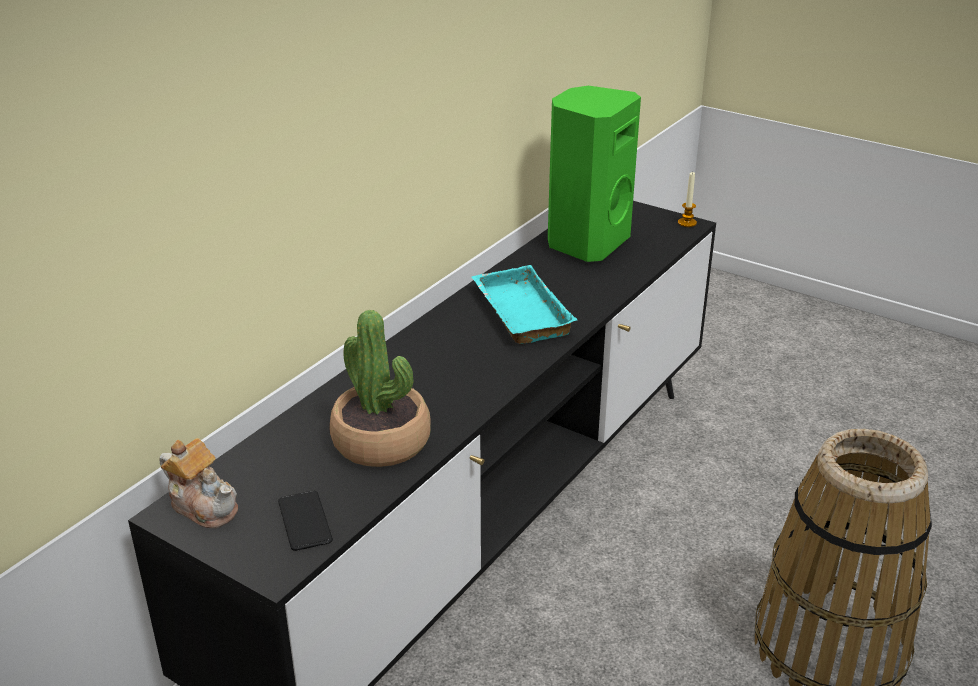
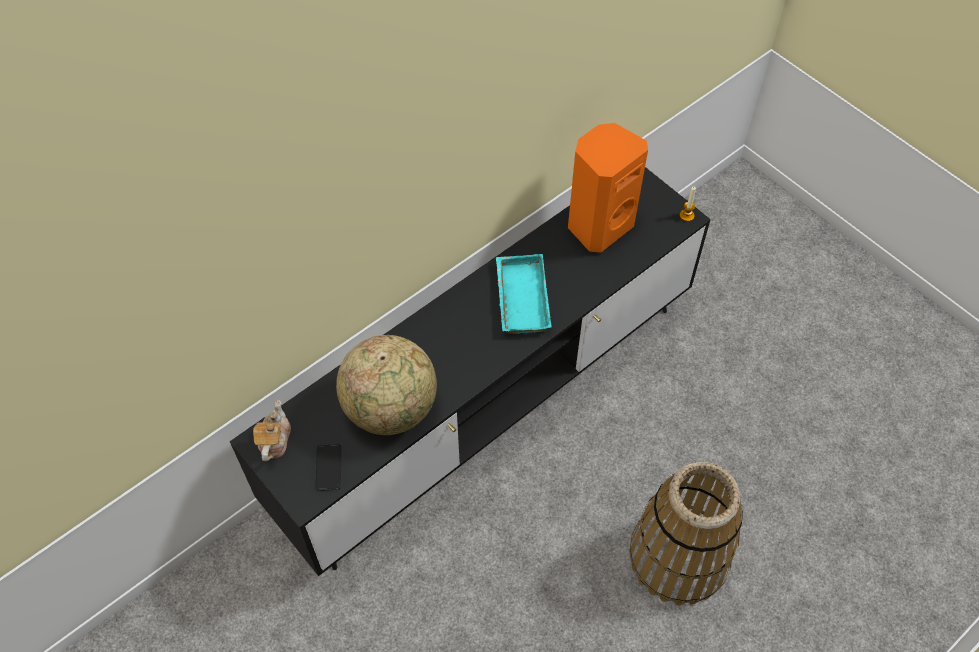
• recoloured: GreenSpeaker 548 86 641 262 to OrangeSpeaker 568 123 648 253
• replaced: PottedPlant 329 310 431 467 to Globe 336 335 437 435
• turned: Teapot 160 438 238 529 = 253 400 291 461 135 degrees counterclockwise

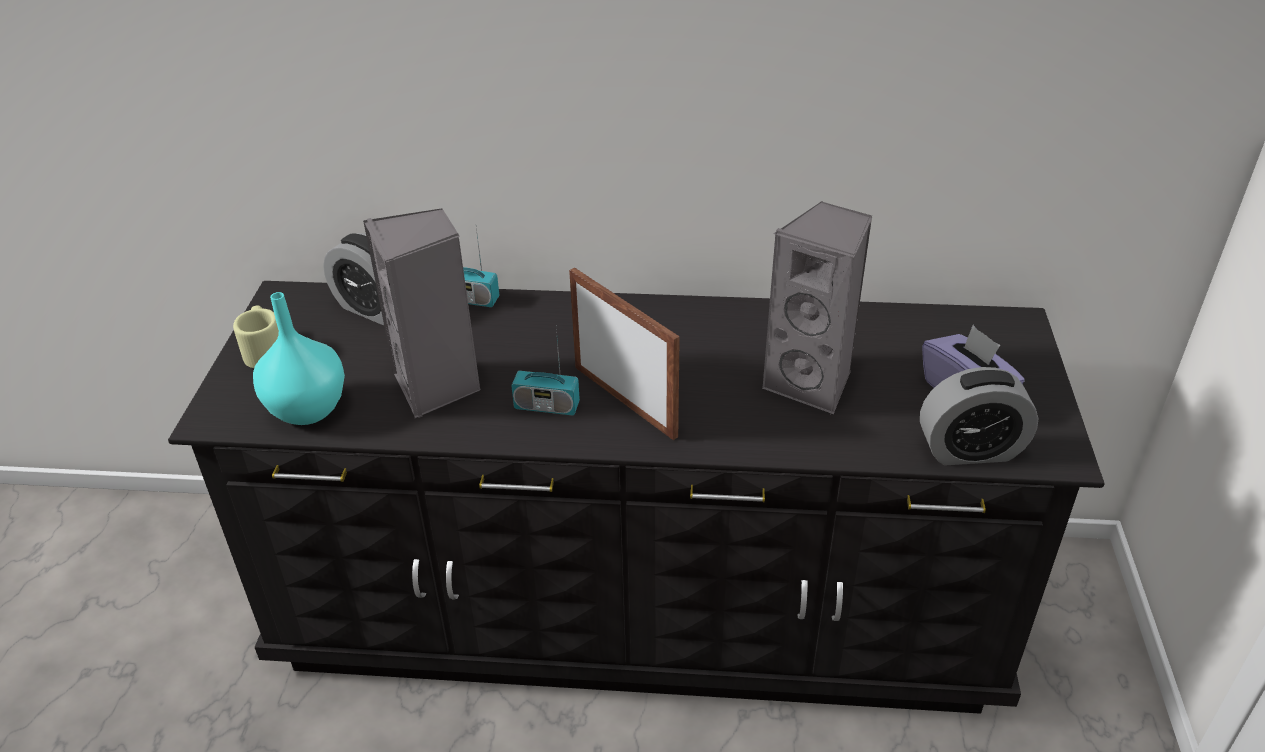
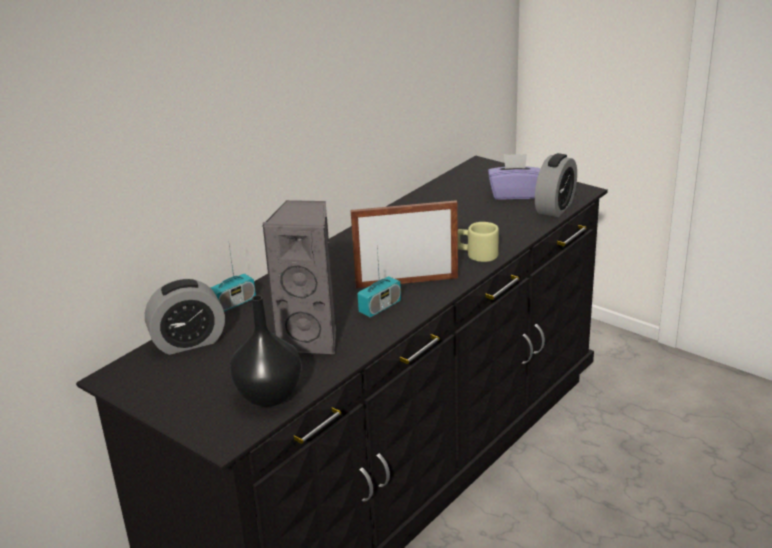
• removed: GreySpeaker 762 201 872 414
• recoloured: TurquoiseVase 253 292 345 425 to BlackVase 230 295 302 407
• moved: BeigeMug 233 305 279 368 to 458 222 499 262

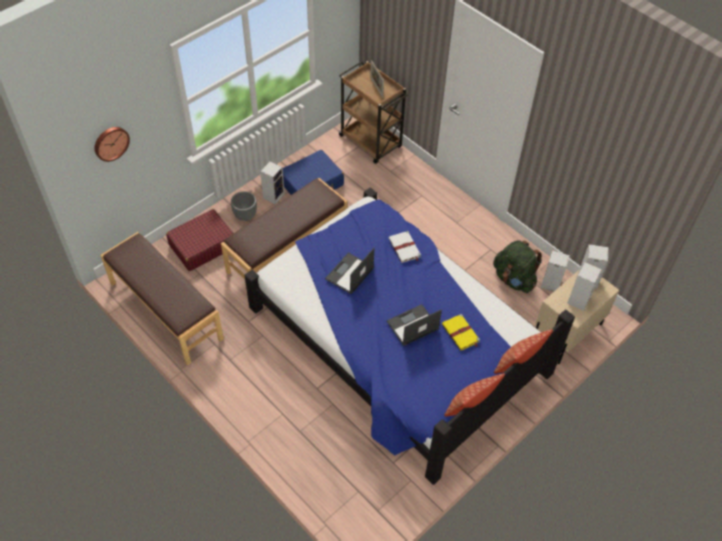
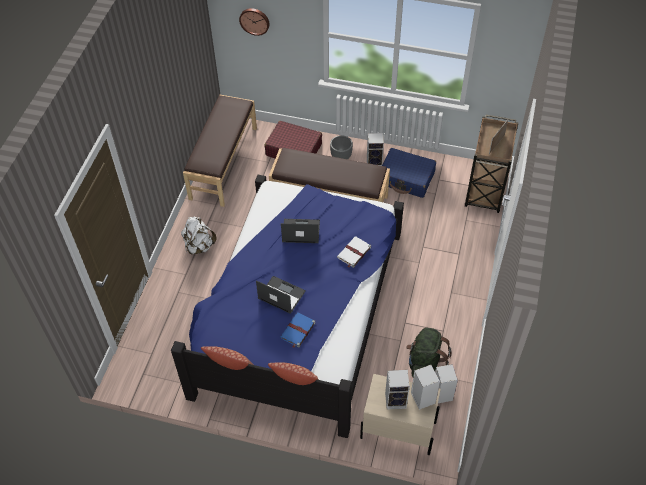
• recoloured: YellowBook 442 314 480 351 to BlueBook 280 312 315 348
• added: WhiteBackpack 181 216 216 254

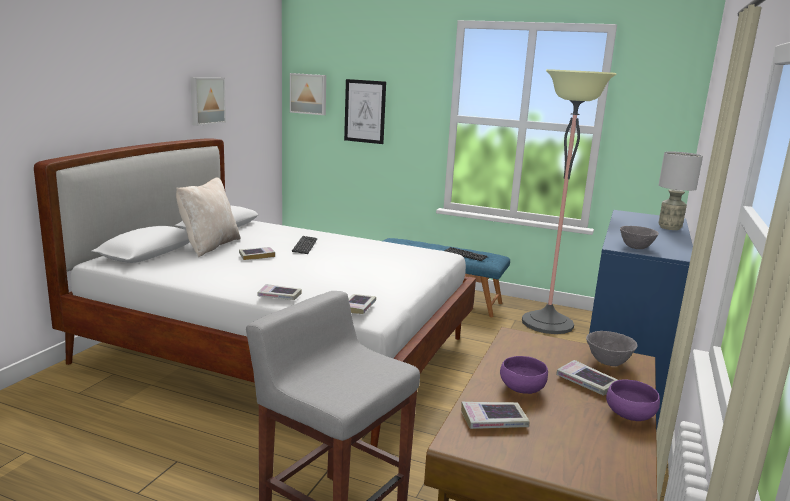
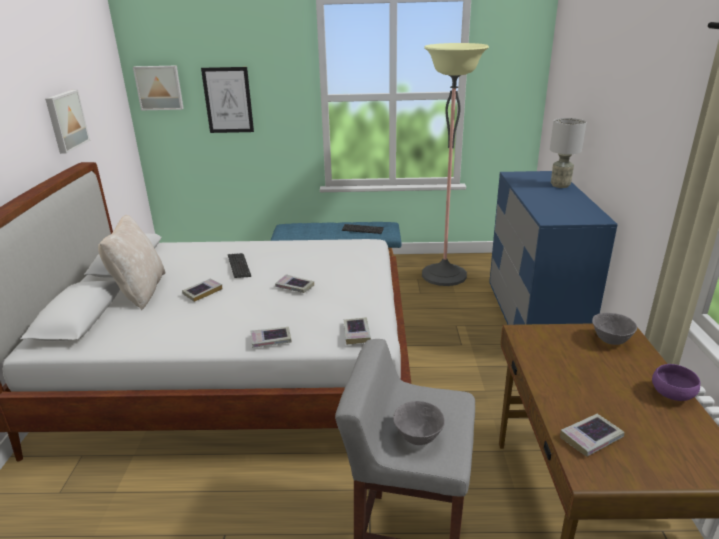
• moved: GreyBowl 620 226 659 249 to 393 401 445 445
• removed: PurpleBowl 500 356 548 394
• moved: Book 556 360 617 396 to 275 274 314 293

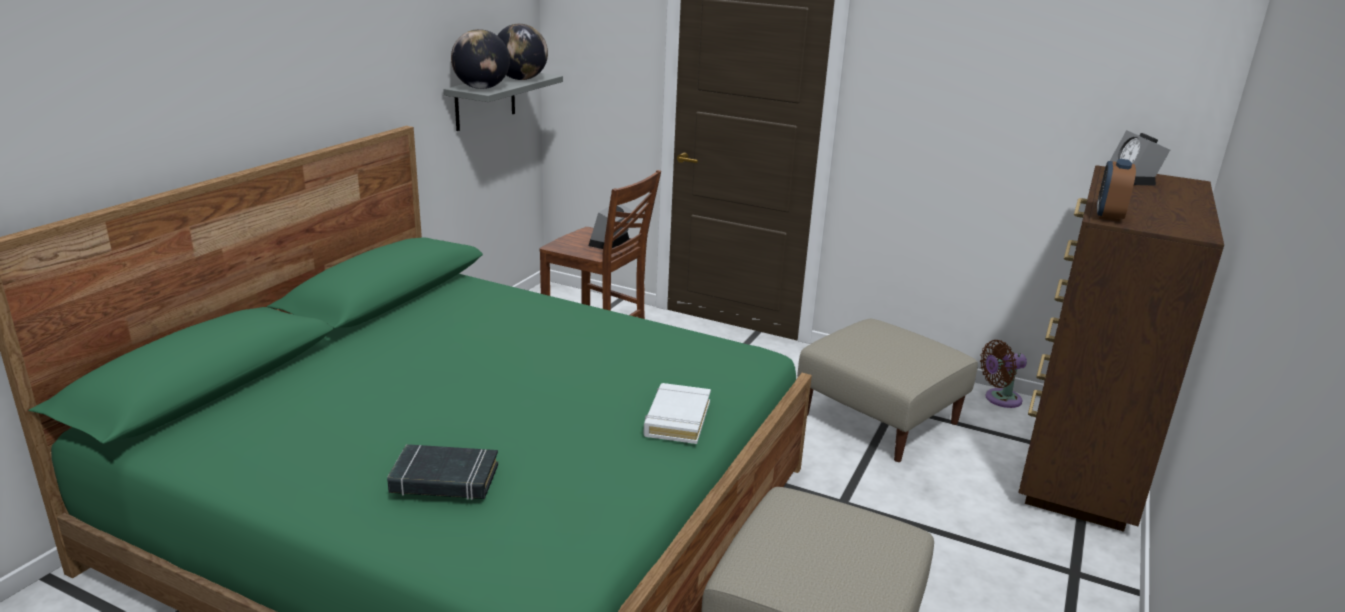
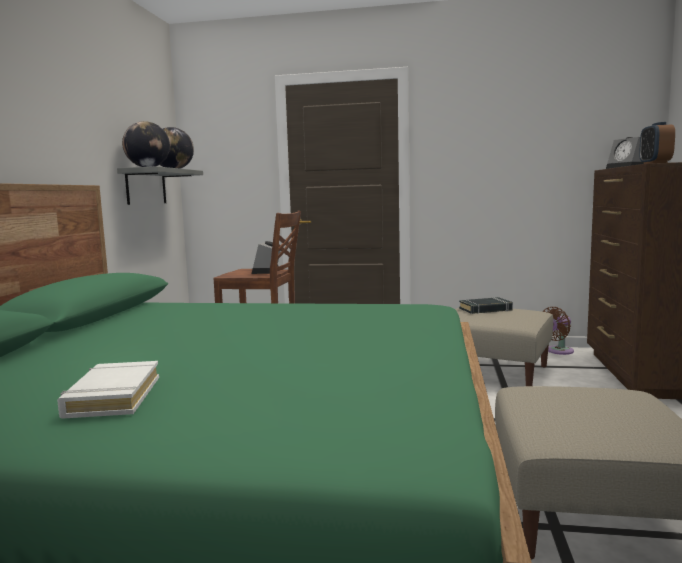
• moved: WhiteBook 643 383 711 444 to 57 361 159 419
• moved: BlackBook 387 444 498 500 to 459 297 513 314

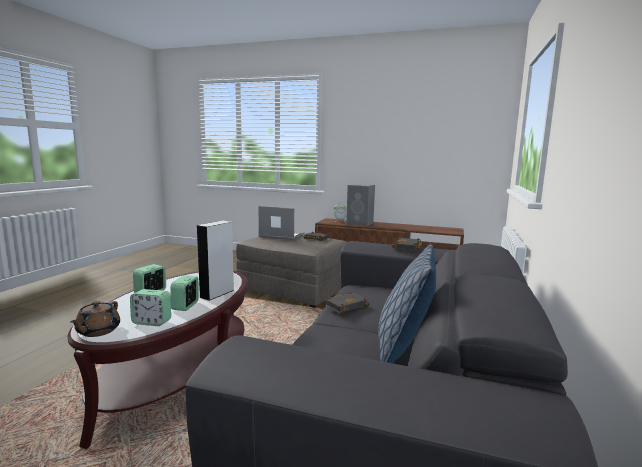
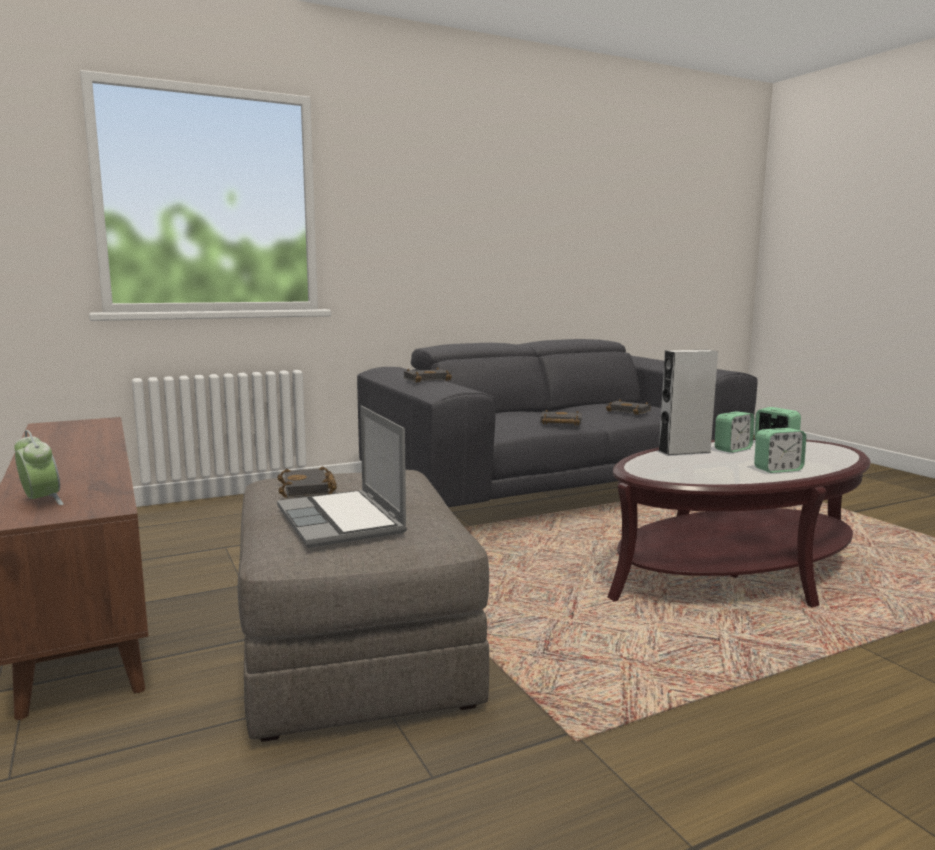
• removed: GreySpeaker 346 184 375 226
• removed: Pillow 378 244 436 363
• removed: BrownTeapot 70 301 120 337
• added: BlackBook 606 399 651 415

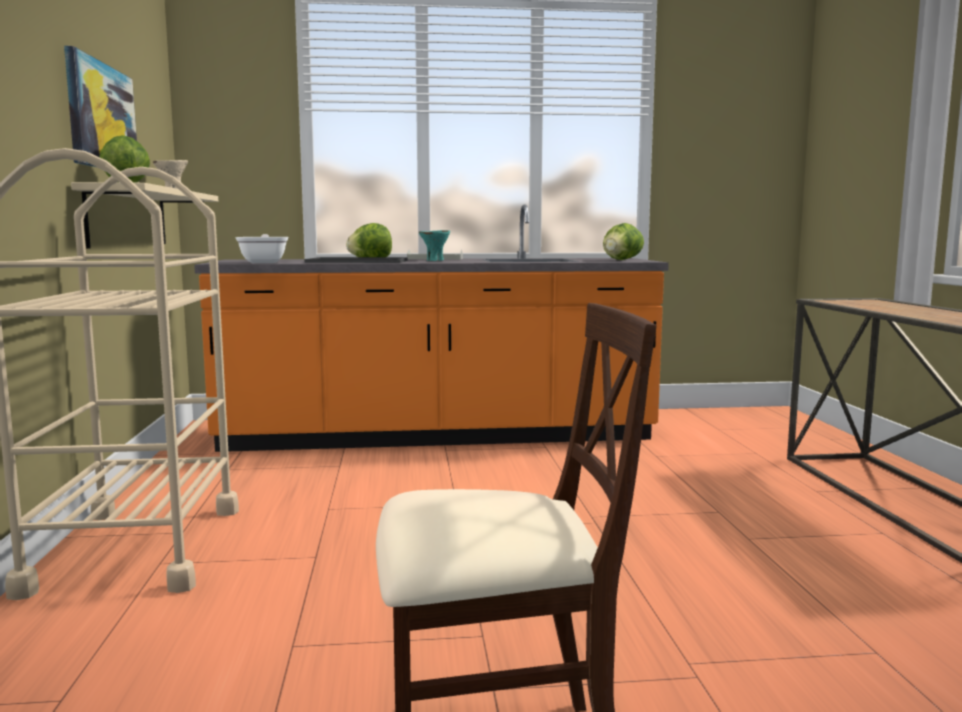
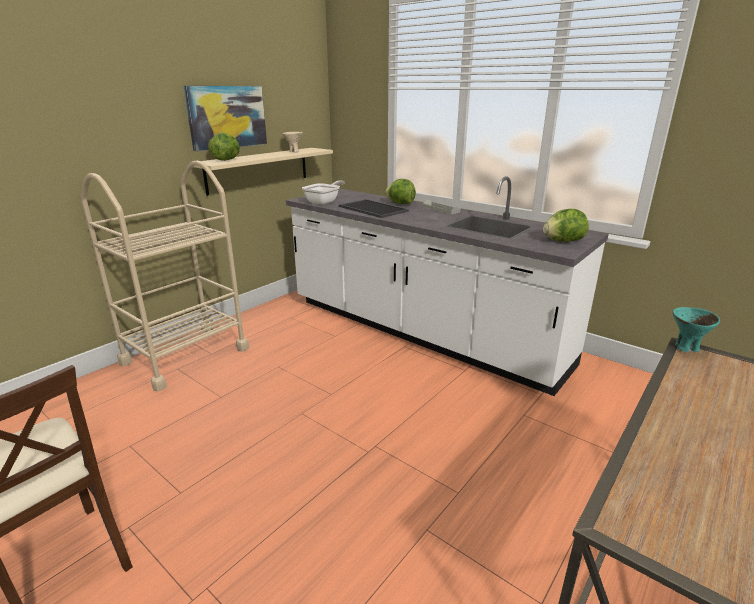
• recoloured: OrangeCounter 194 204 669 452 to WhiteCounter 286 176 609 396
• moved: TurquoiseBowl 419 230 450 261 to 673 307 720 352

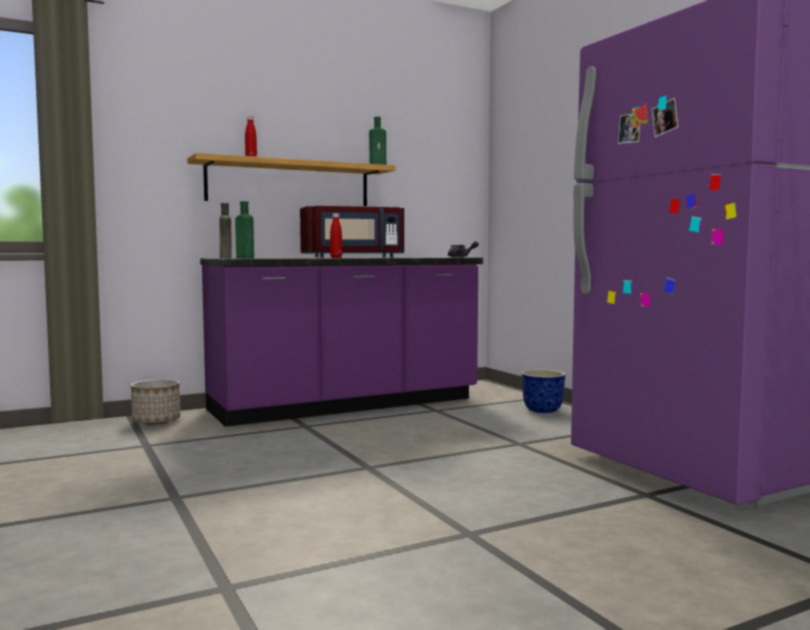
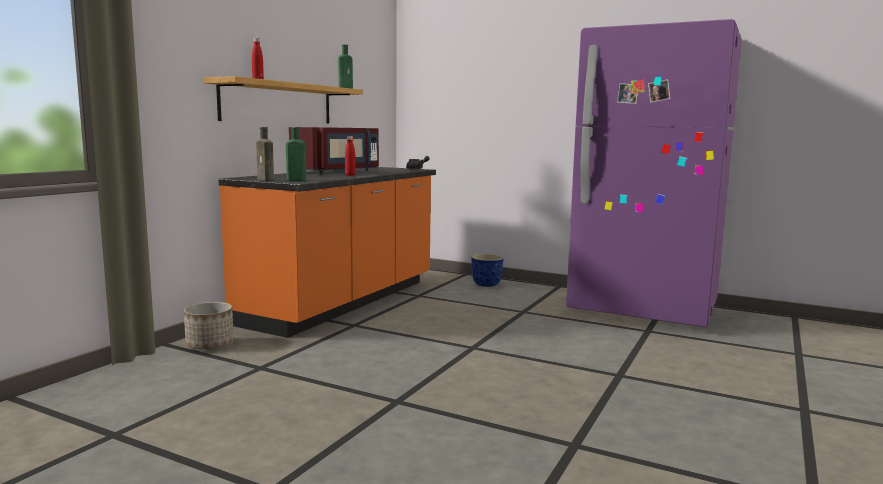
• recoloured: PurpleCounter 200 257 483 427 to OrangeCounter 218 167 436 338

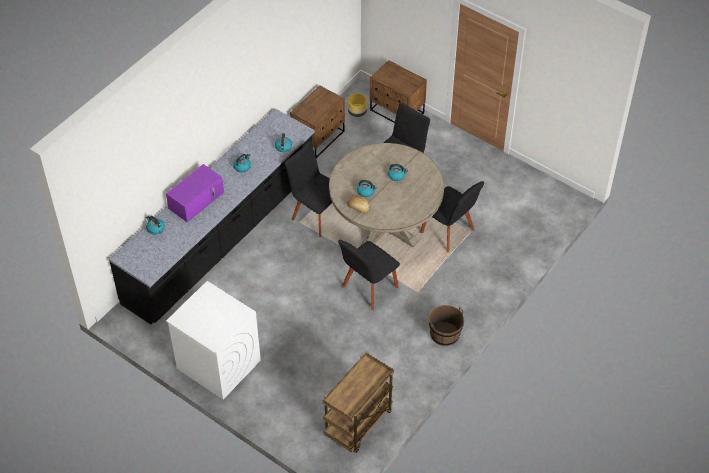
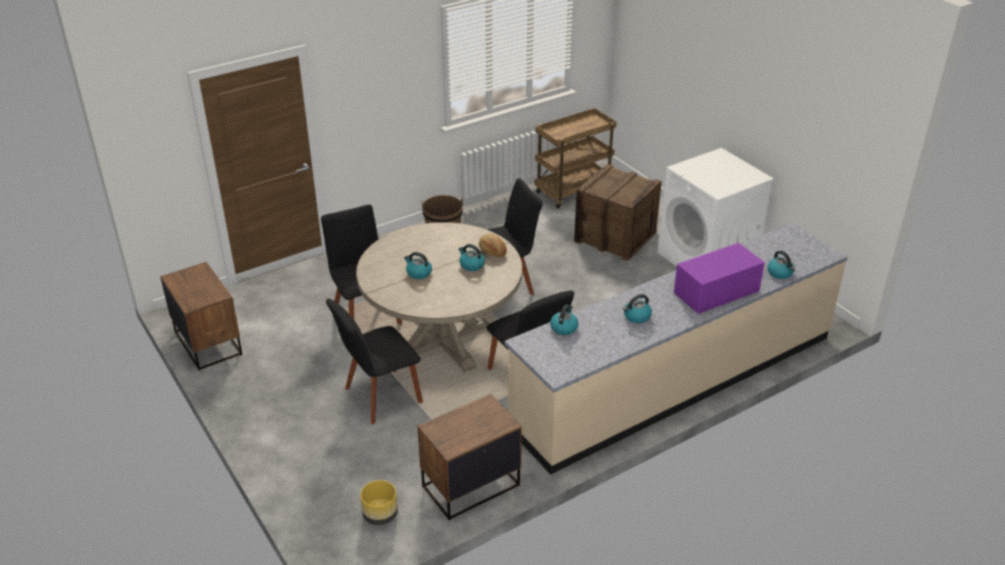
• moved: BrownNightstand 370 60 427 123 to 160 262 242 371
• recoloured: BlackCounter 109 108 315 325 to BeigeCounter 505 222 848 475
• added: Crate 574 164 662 261

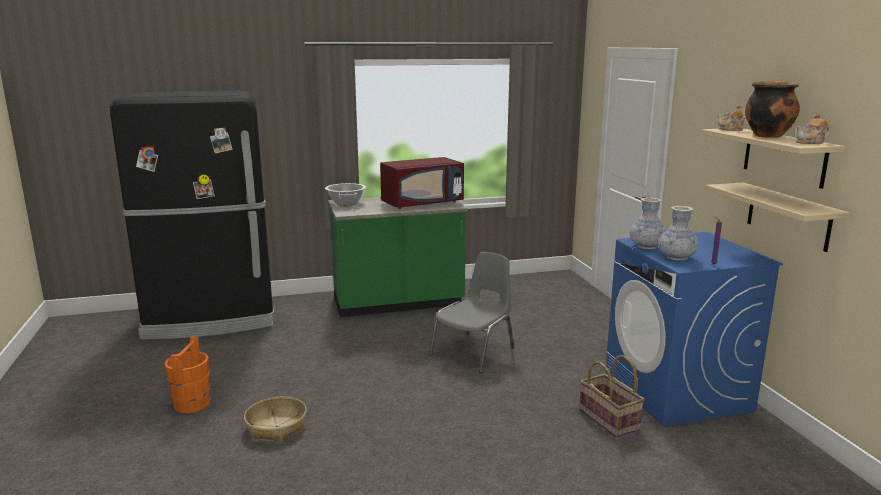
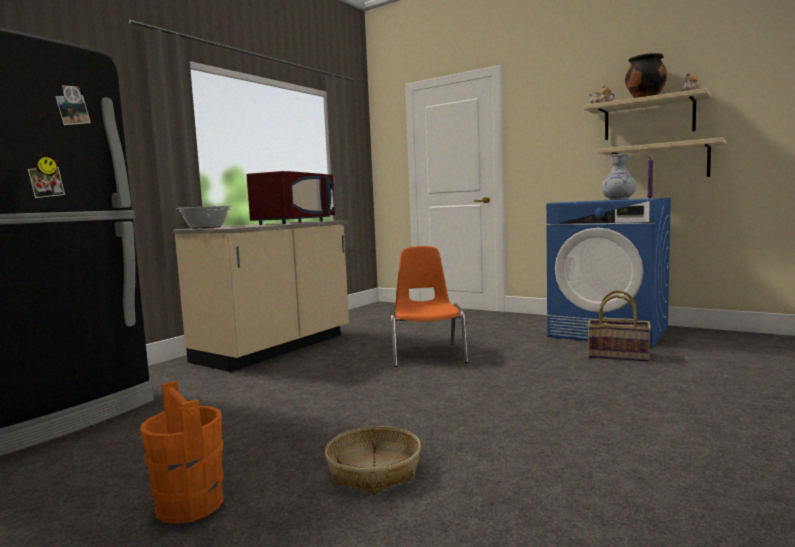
• recoloured: GreenCounter 328 197 468 317 to BeigeCounter 173 220 349 372
• removed: Vase 630 198 666 249
• recoloured: GreyChair 429 252 515 373 to OrangeChair 390 246 468 367

